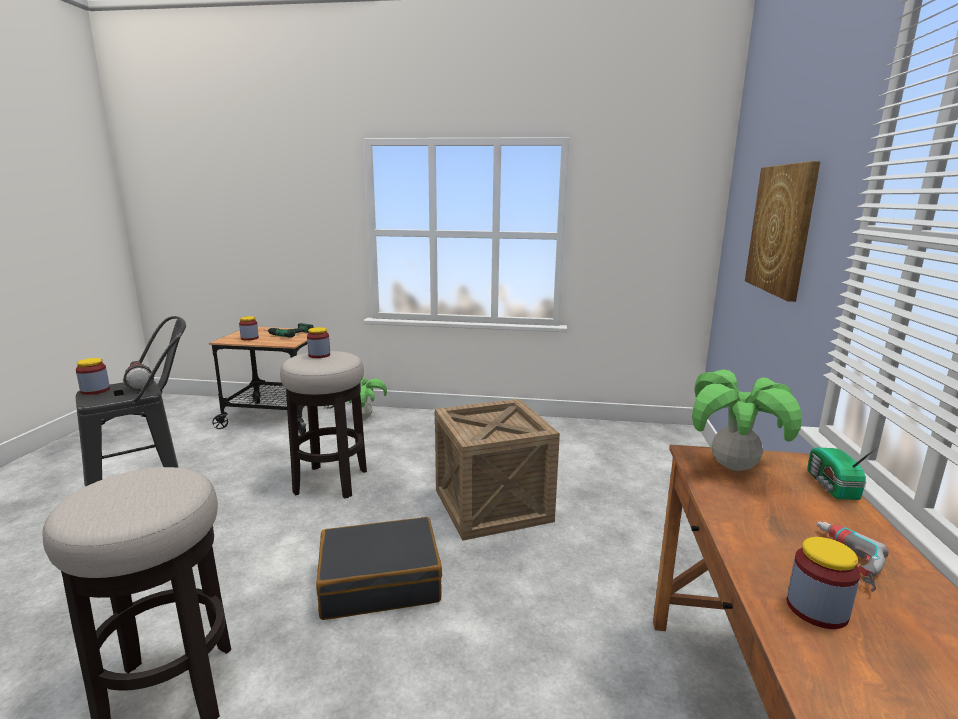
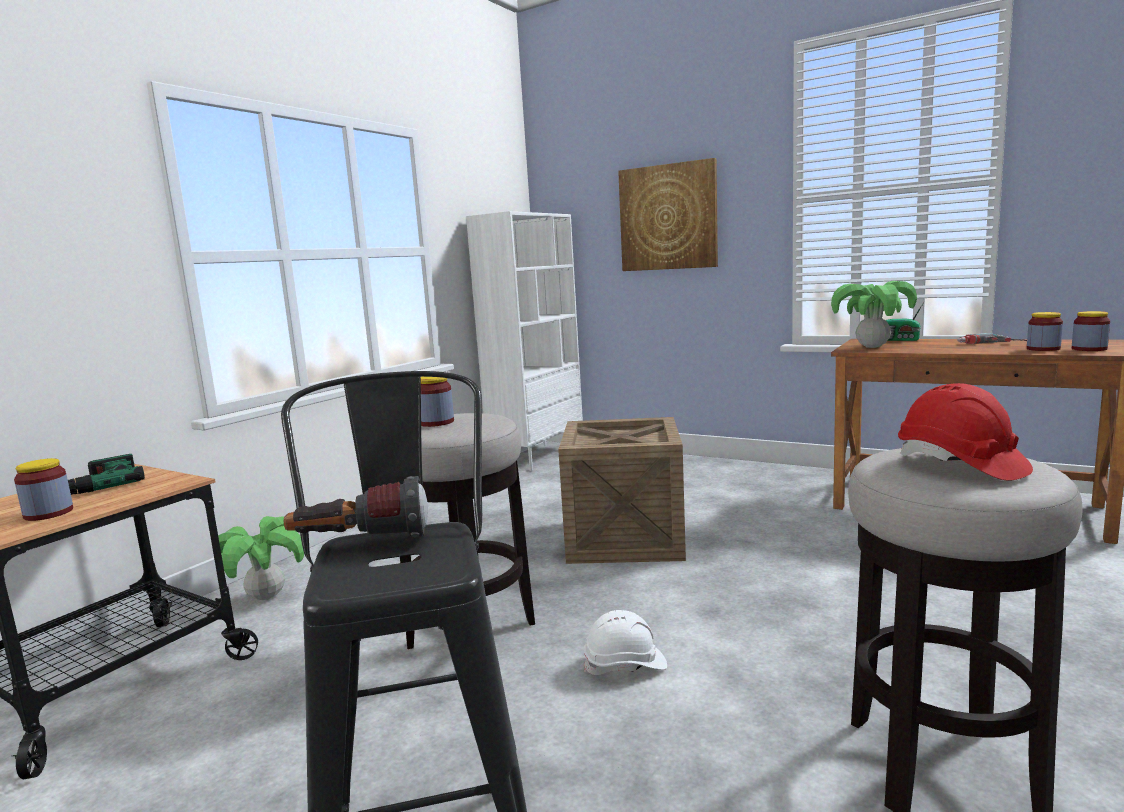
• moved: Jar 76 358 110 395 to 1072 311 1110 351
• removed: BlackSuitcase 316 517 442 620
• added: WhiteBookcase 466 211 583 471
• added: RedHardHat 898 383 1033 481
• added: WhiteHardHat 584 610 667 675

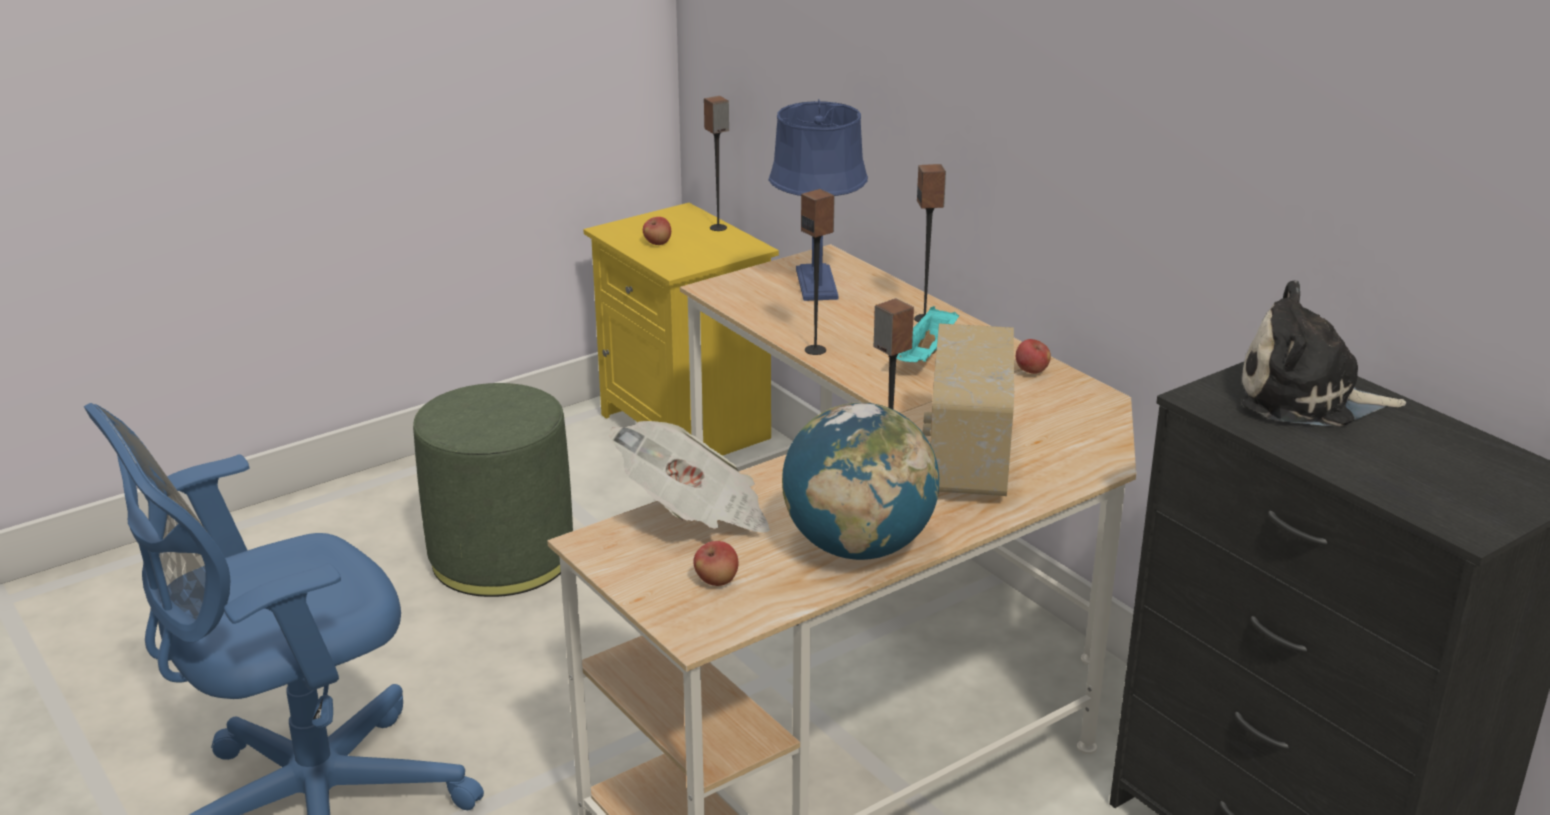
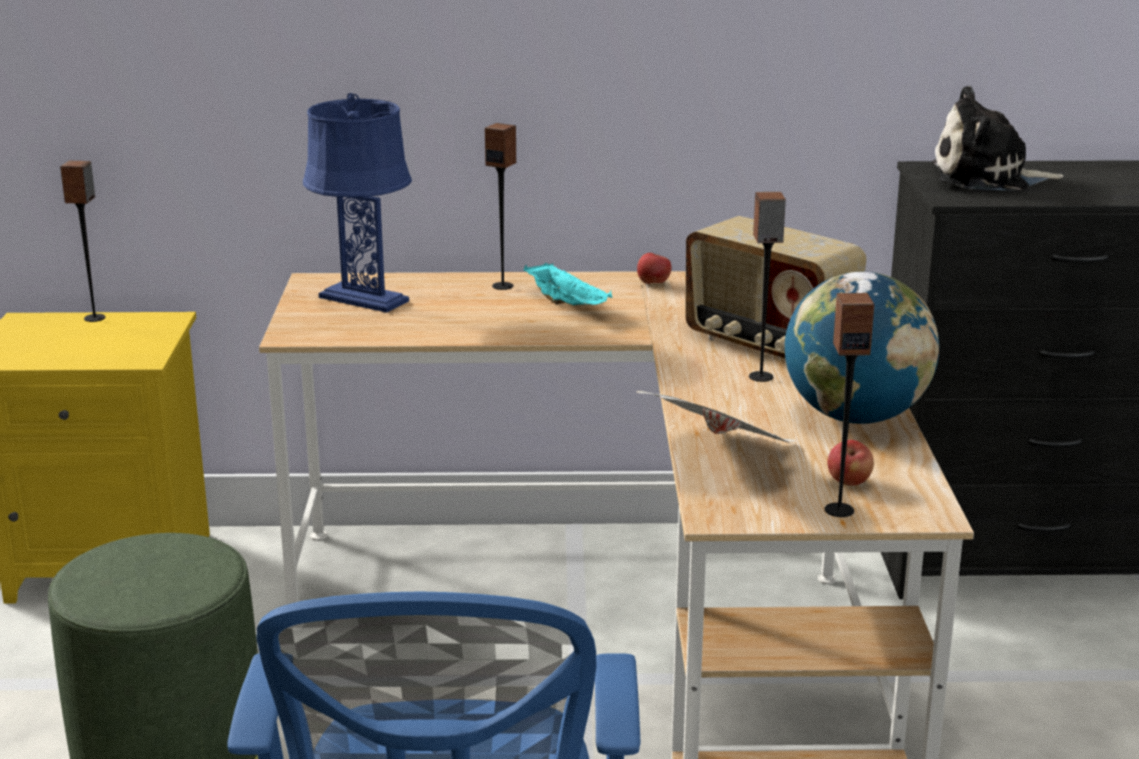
• moved: Speaker 801 189 835 355 to 825 293 874 517
• removed: Apple 643 217 671 245
• turned: PlushToy 1241 280 1406 427 = 932 86 1064 191 45 degrees clockwise

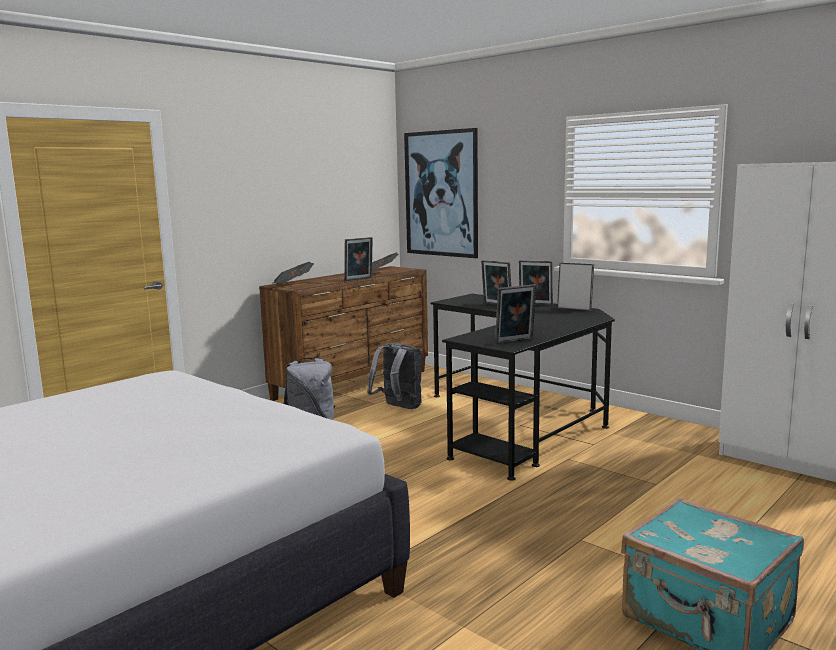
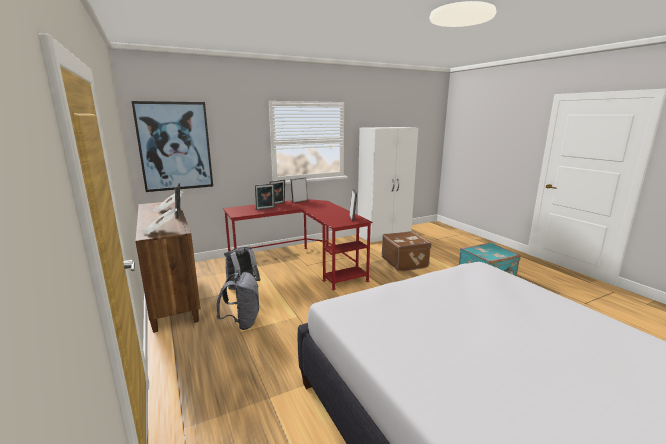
• recoloured: BlackDesk 431 294 615 481 to RedDesk 223 199 373 290
• added: BrownSuitcase 382 231 432 272

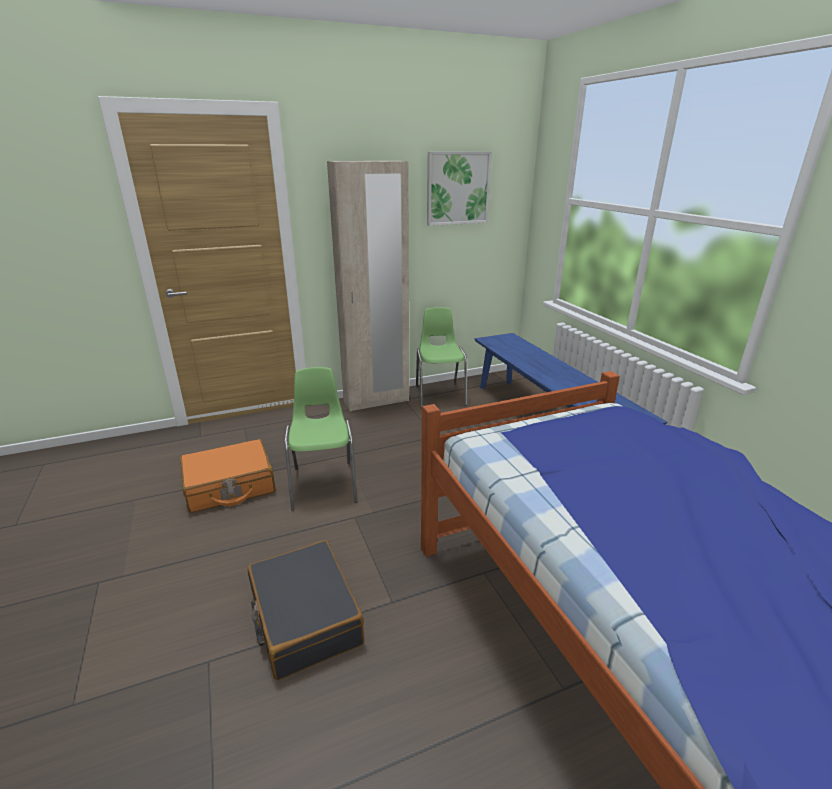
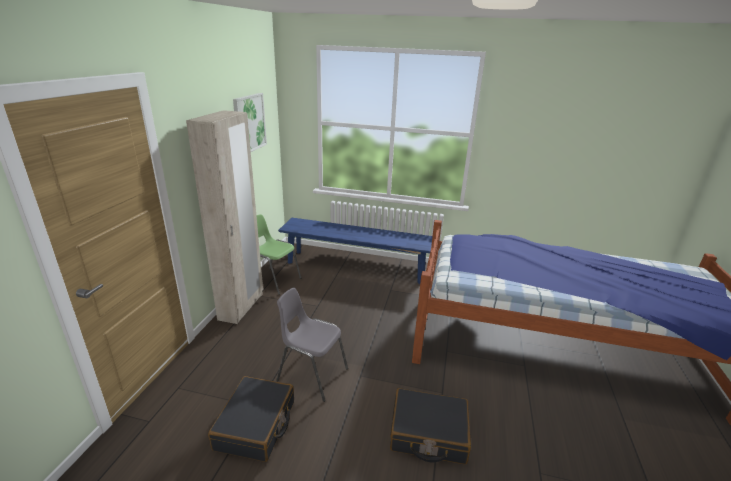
• recoloured: GreenChair 284 367 358 511 to GreyChair 276 288 348 402
• recoloured: OrangeSuitcase 180 439 276 513 to BlackSuitcase 208 376 294 462

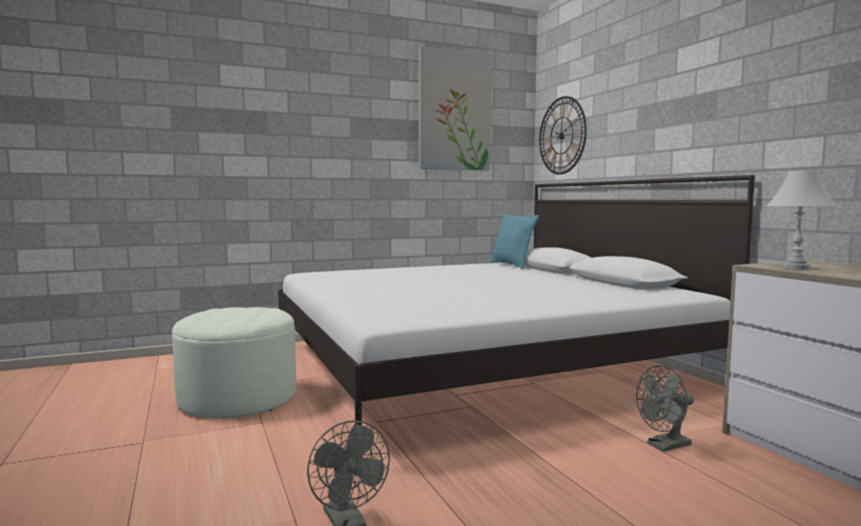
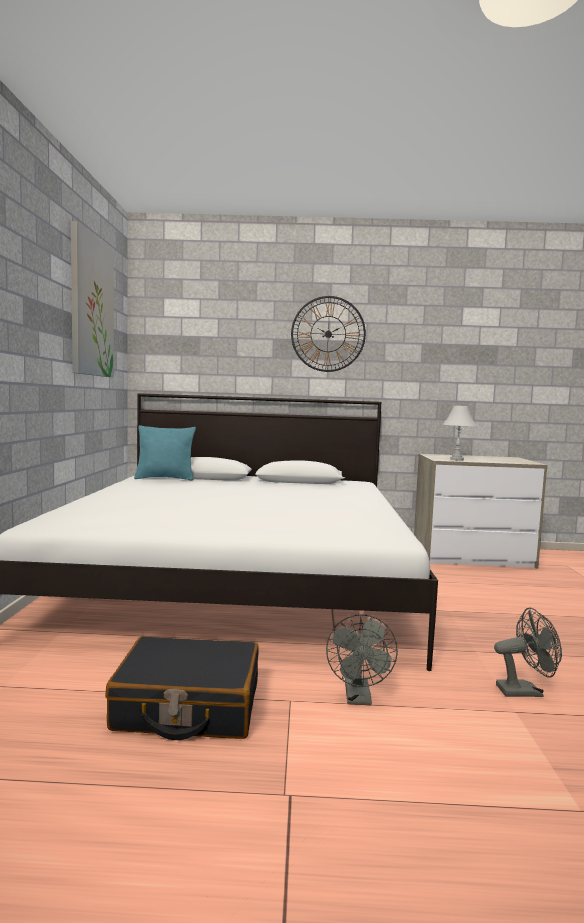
• moved: WallClock 539 96 587 174 to 291 296 366 372
• replaced: WhiteOttoman 172 307 296 418 to BlackSuitcase 105 636 259 740
• moved: GreyFan 636 365 694 451 to 326 614 398 705

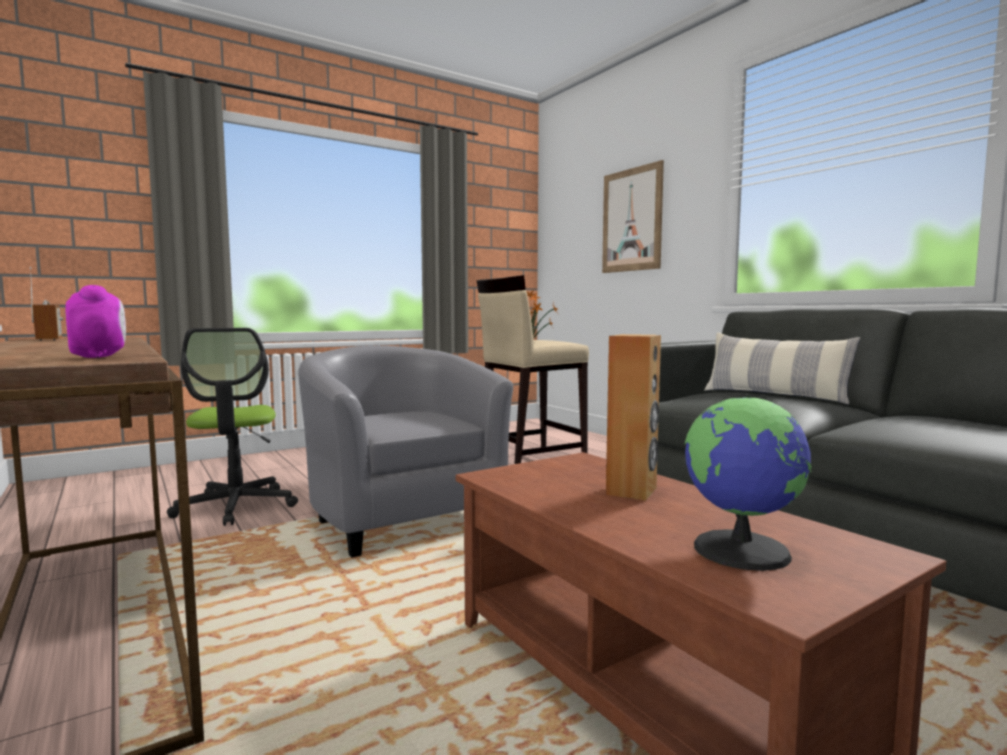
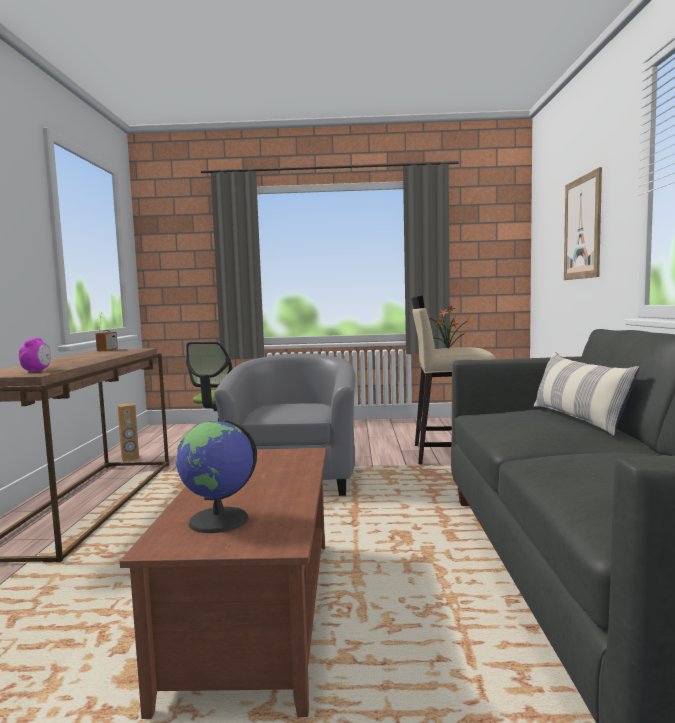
• moved: BrownSpeaker 606 334 661 501 to 117 403 139 462

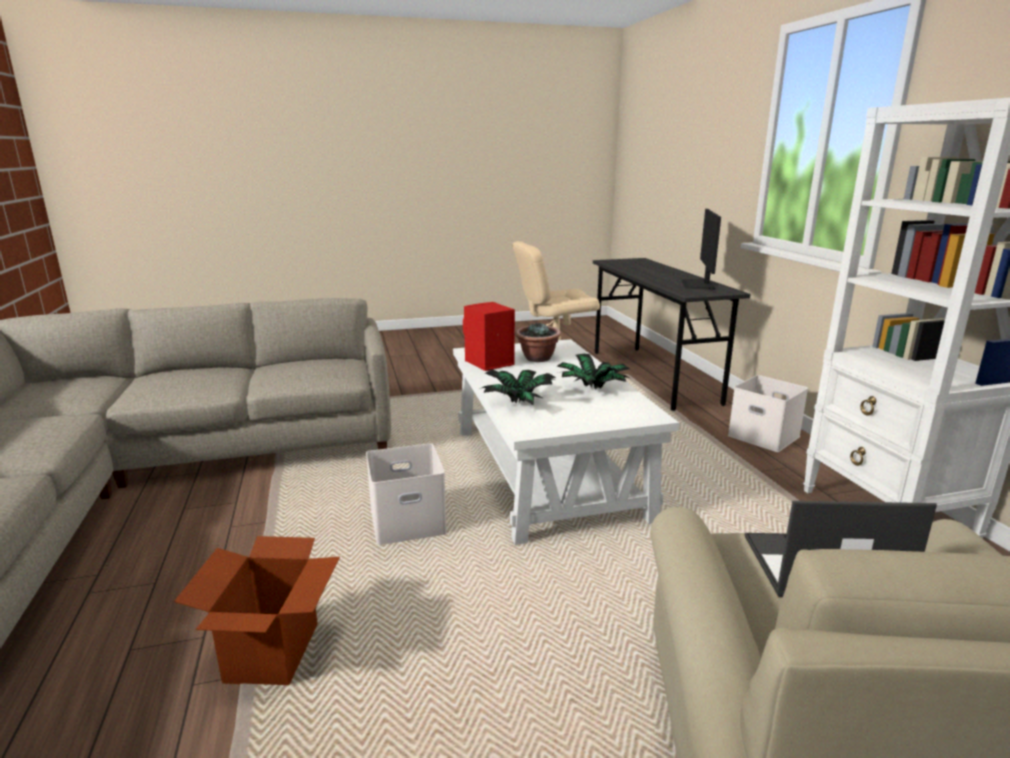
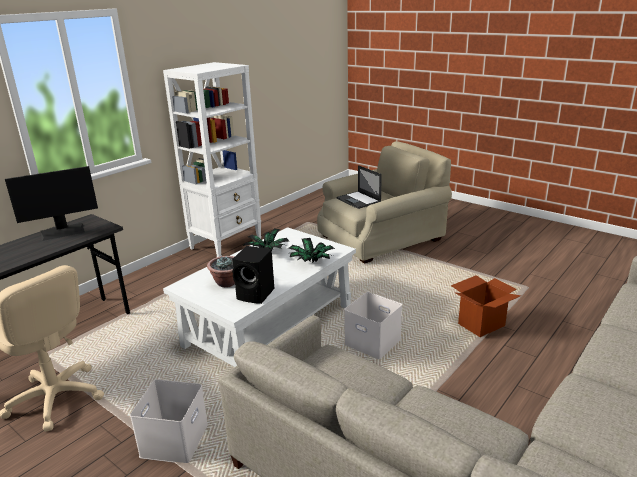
• recoloured: RedSpeaker 463 302 515 371 to BlackSpeaker 232 246 274 304
• moved: WhiteStorageBox 728 375 808 452 to 130 379 208 463

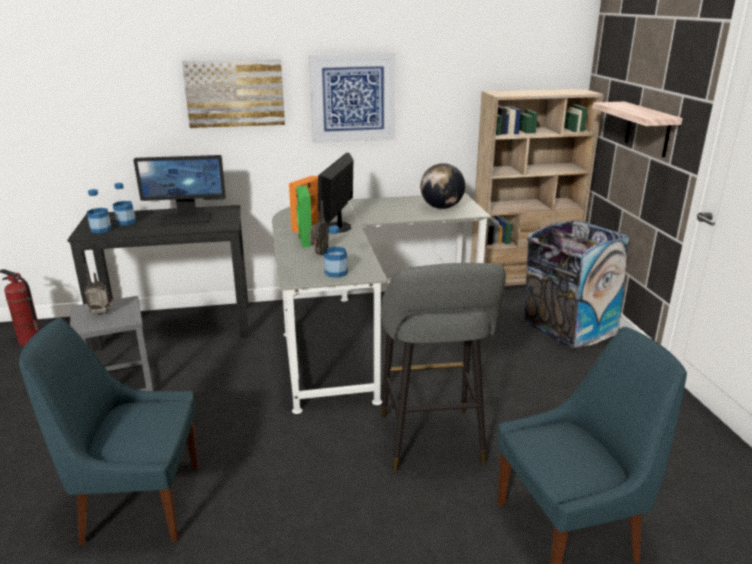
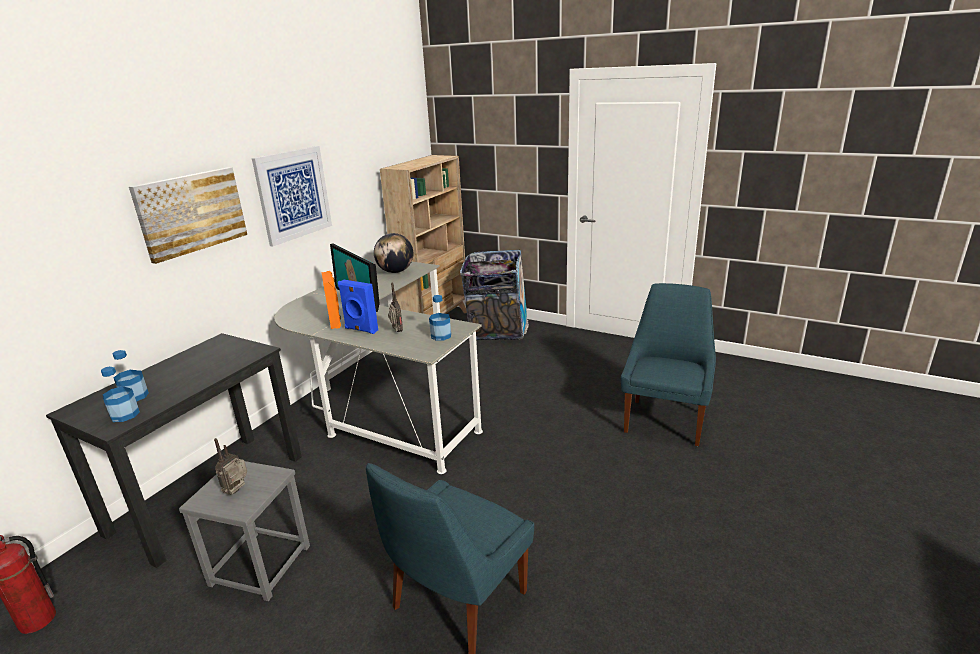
• removed: Shelf 592 102 683 157
• removed: Monitor 134 155 226 225
• recoloured: GreenSpeaker 296 186 313 248 to BlueSpeaker 338 280 378 334
• removed: GreyStool 381 263 506 472

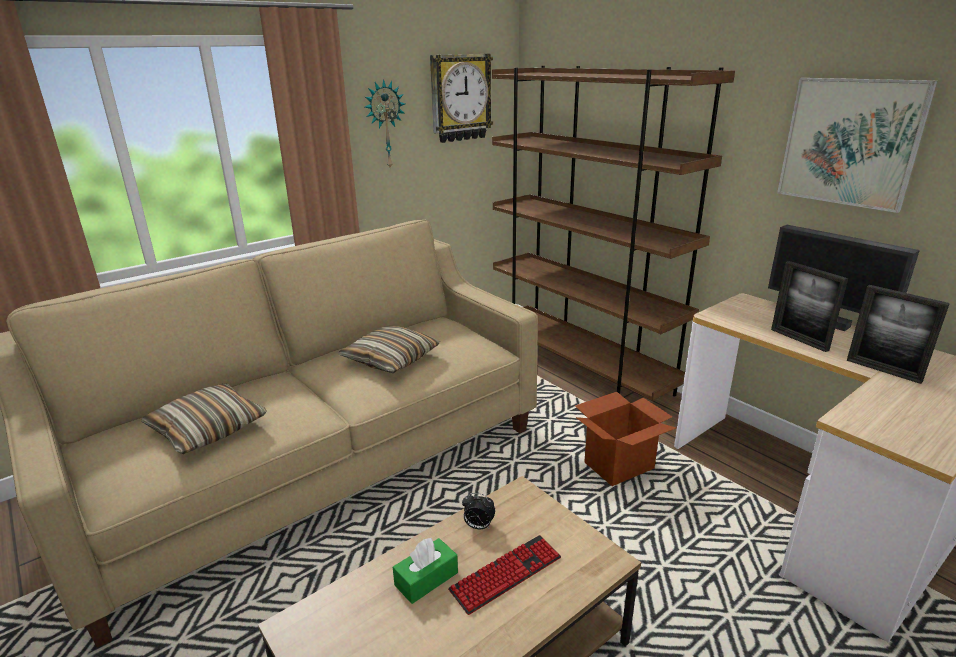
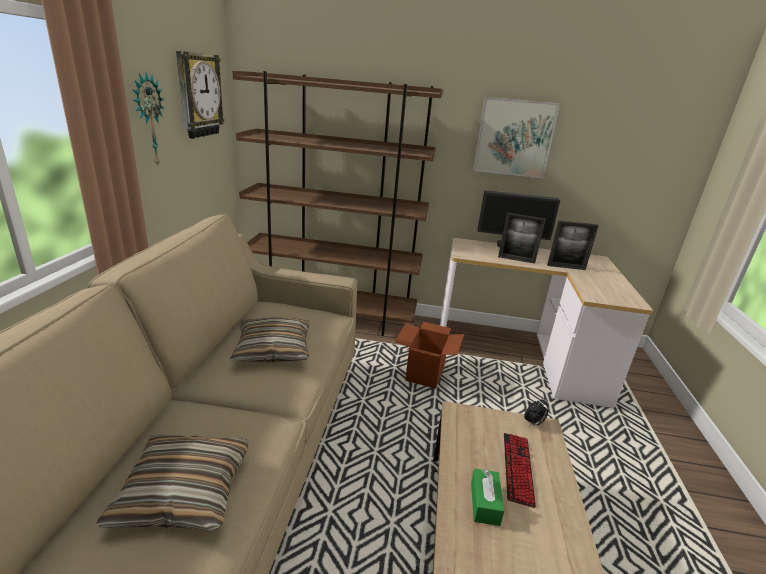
• moved: AlarmClock 462 493 495 529 to 524 398 549 426

